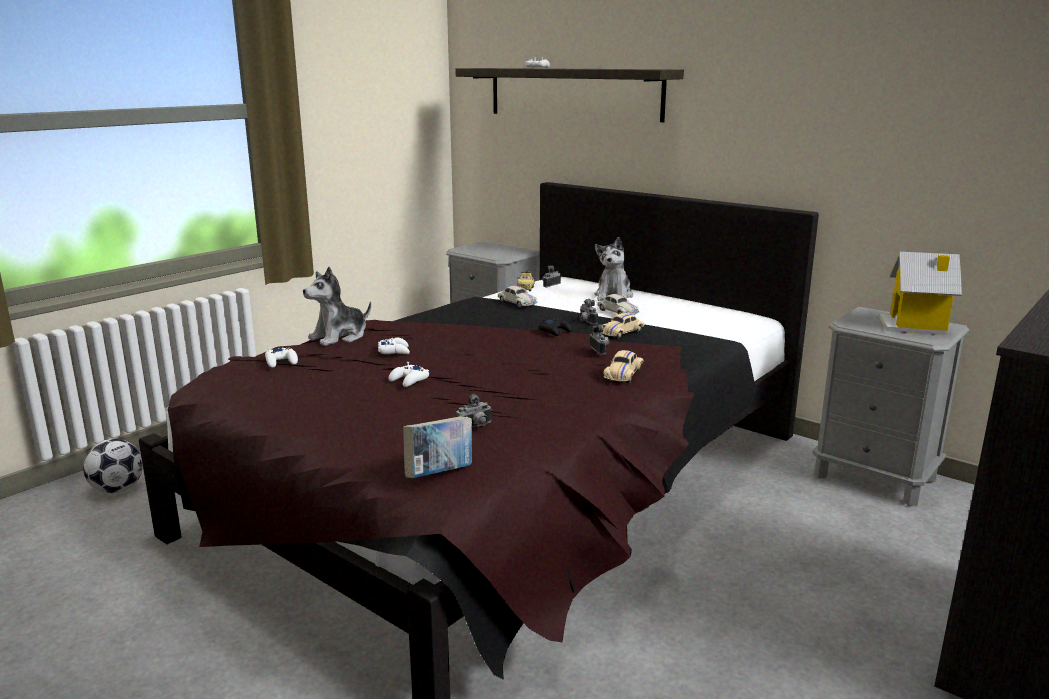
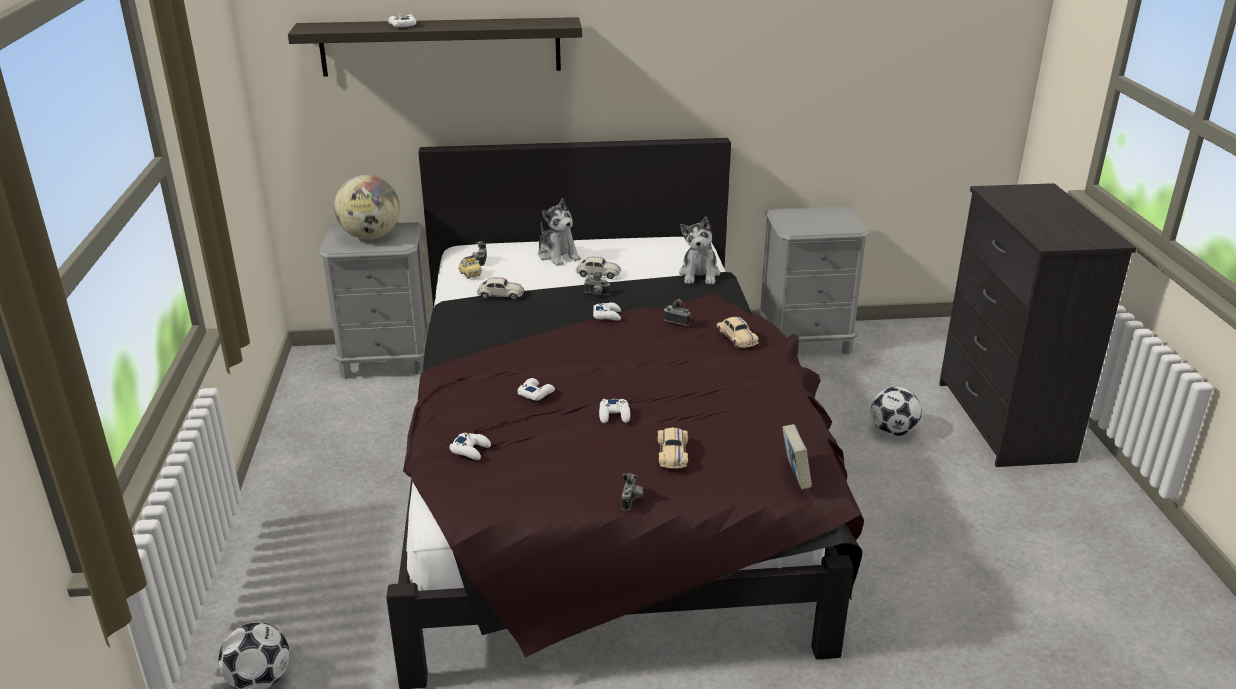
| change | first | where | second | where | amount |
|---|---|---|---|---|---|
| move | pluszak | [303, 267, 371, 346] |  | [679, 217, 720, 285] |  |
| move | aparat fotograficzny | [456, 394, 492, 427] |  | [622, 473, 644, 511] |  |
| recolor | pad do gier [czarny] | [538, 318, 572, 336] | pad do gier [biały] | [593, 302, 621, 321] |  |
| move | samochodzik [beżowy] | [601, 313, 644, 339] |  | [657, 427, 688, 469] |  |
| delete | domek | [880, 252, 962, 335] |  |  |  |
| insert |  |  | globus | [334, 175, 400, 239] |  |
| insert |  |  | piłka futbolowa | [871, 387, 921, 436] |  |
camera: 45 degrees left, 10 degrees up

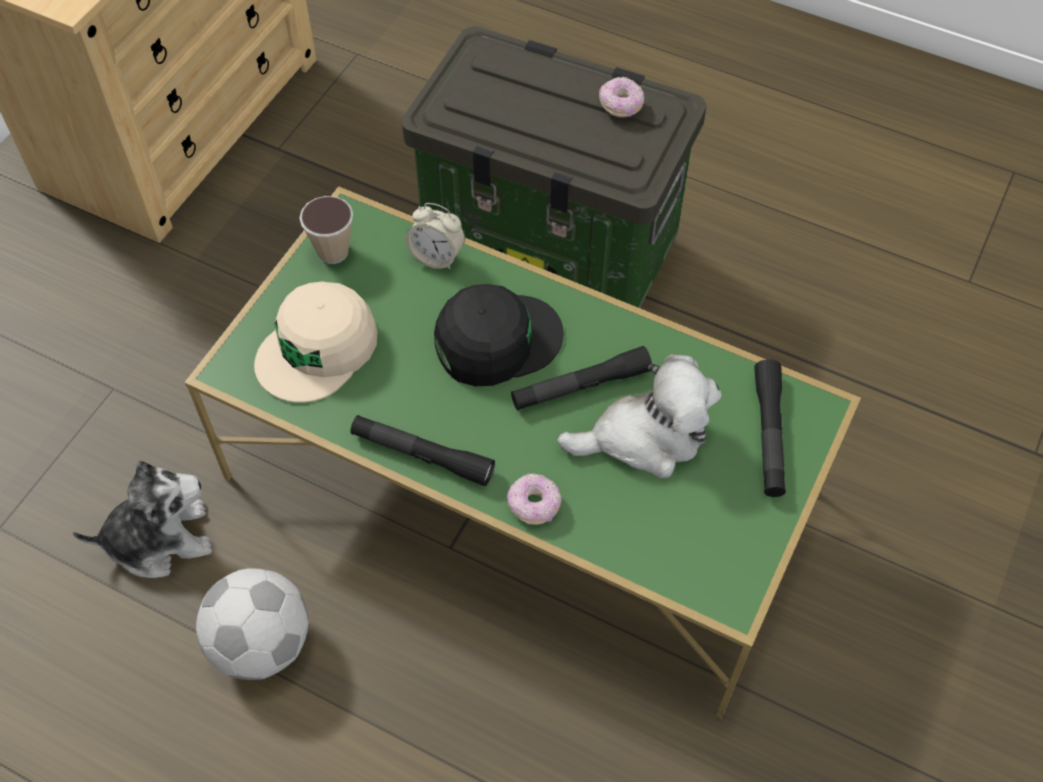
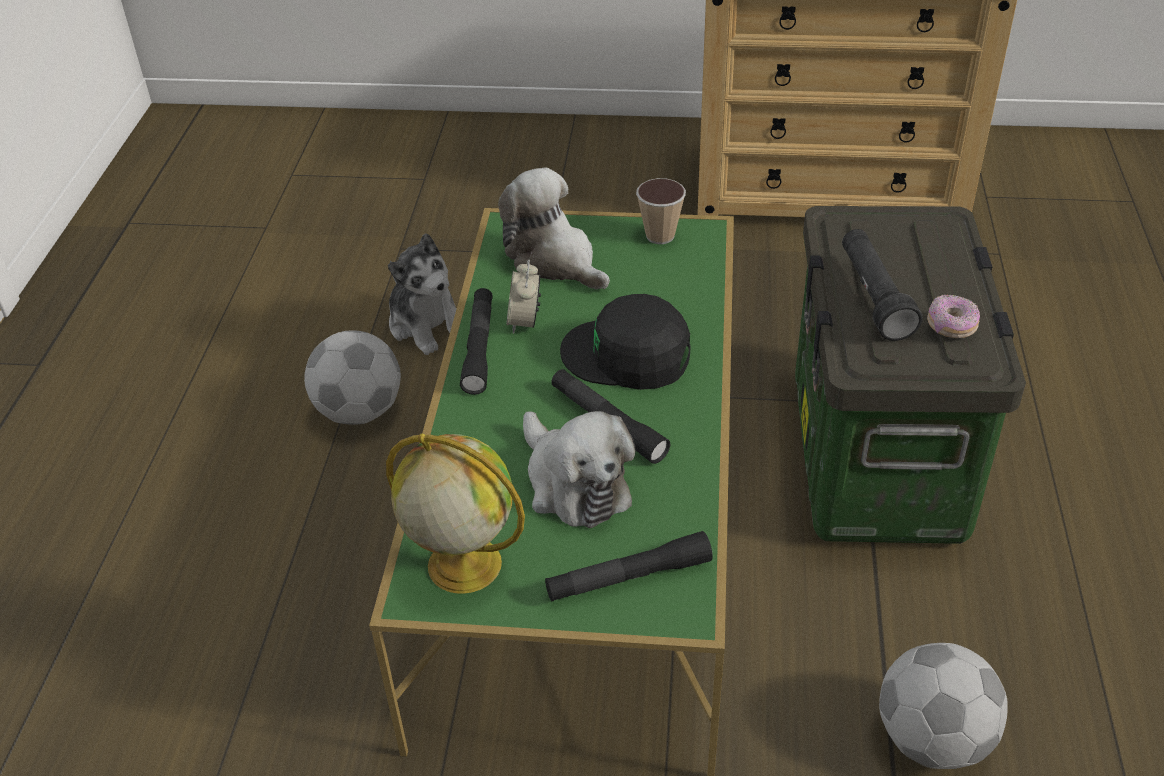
| change | first | where | second | where | amount |
|---|---|---|---|---|---|
| replace | czapka z daszkiem [beżowy] | [254, 281, 378, 403] | pluszak | [498, 167, 610, 290] |  |
| move | budzik | [405, 203, 465, 270] |  | [506, 260, 541, 334] |  |
| rotate | czapka z daszkiem [czarny] | [434, 284, 564, 386] |  | [560, 294, 690, 390] | 150 degrees clockwise |
| delete | donut | [507, 473, 561, 525] |  |  |  |
| insert |  |  | globus | [386, 434, 525, 594] |  |
| insert |  |  | latarka [czarny] | [842, 229, 923, 341] |  |
| insert |  |  | piłka futbolowa | [879, 643, 1008, 769] |  |
camera: 70 degrees right, 15 degrees down

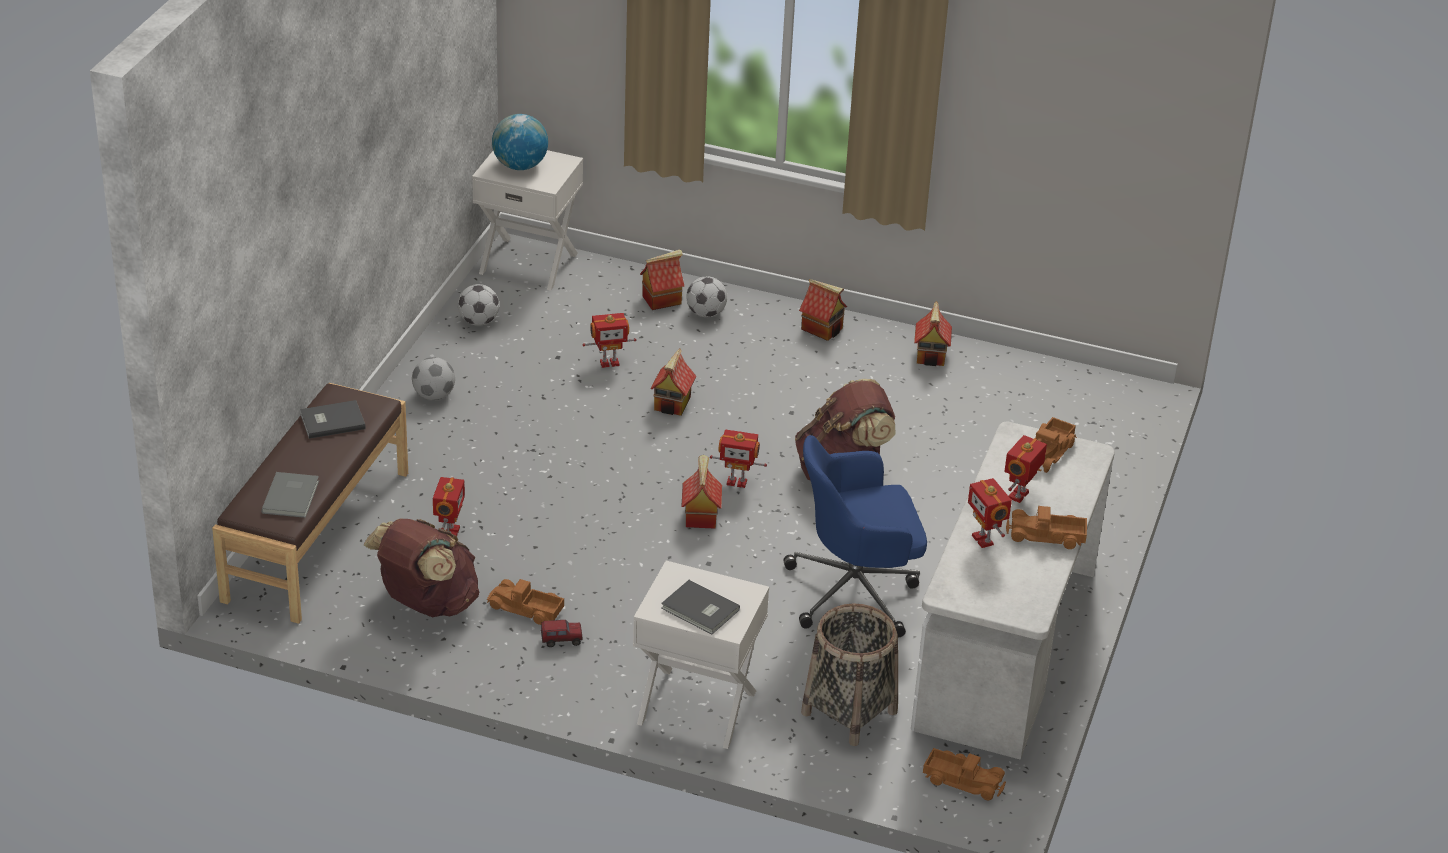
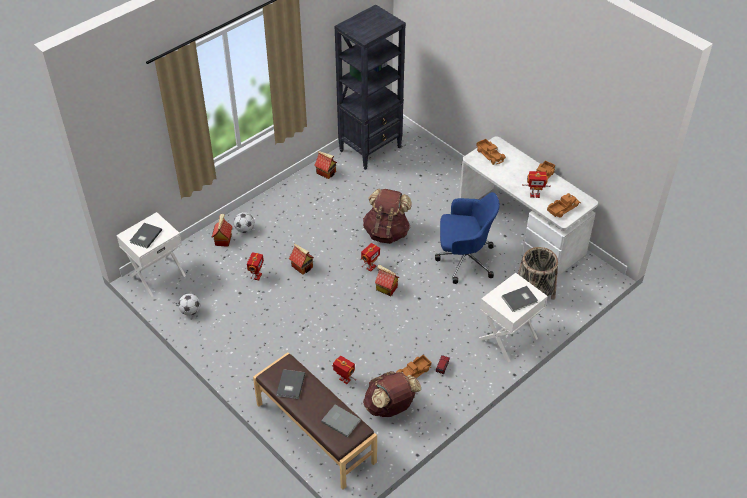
| change | first | where | second | where | amount |
|---|---|---|---|---|---|
| delete | piłka futbolowa | [412, 357, 455, 400] |  |  |  |
| replace | globus | [492, 114, 548, 170] | książka [szary] | [130, 223, 162, 249] |  |
| rotate | krzesło biurowe [niebieski] | [783, 435, 927, 637] |  | [435, 192, 500, 284] | 105 degrees counterclockwise |
| delete | domek | [799, 279, 847, 341] |  |  |  |
| move | ciężarówka zabawkowa | [923, 748, 1006, 800] |  | [547, 193, 581, 217] |  |
| delete | robot zabawkowy | [1004, 435, 1047, 503] |  |  |  |
| insert |  |  | regał [czarny] | [334, 4, 406, 170] |  |
camera: 60 degrees left, 10 degrees up

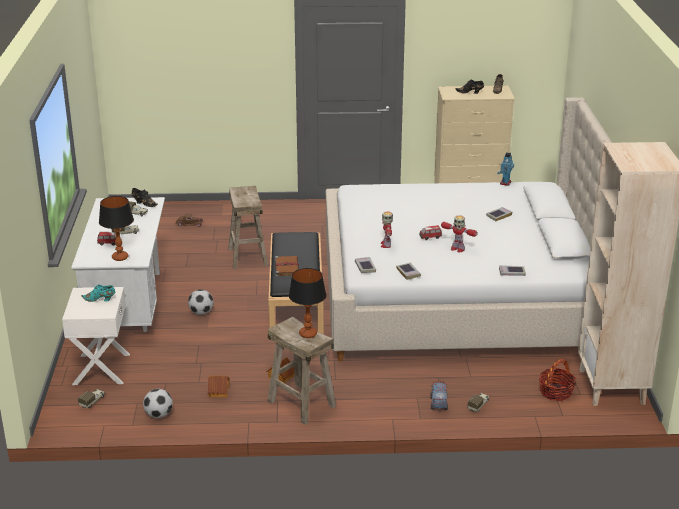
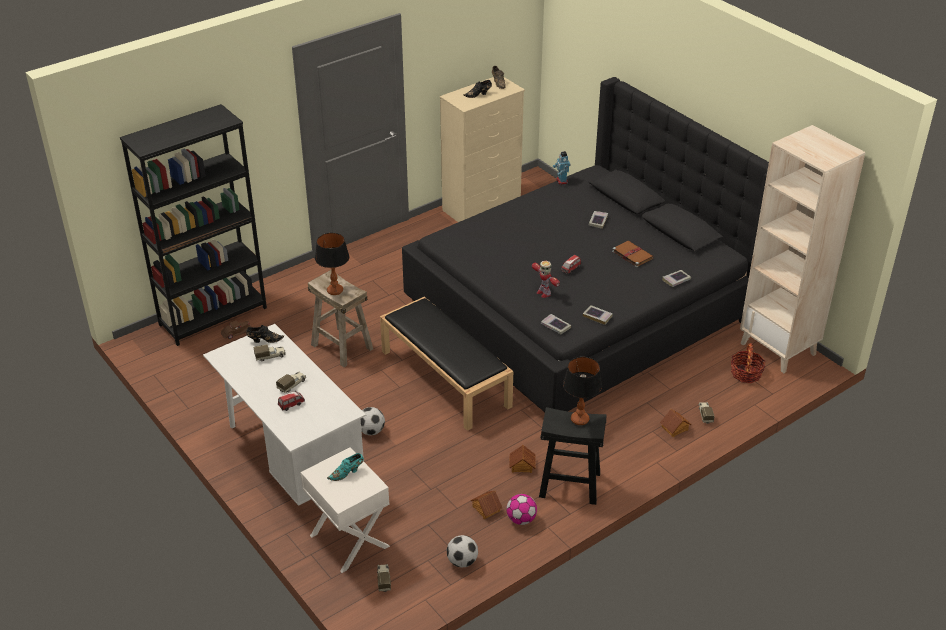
| change | first | where | second | where | amount |
|---|---|---|---|---|---|
| move | lampa stołowa | [99, 196, 134, 261] |  | [315, 233, 349, 295] |  |
| recolor | stołek [beżowy] | [267, 317, 336, 425] | stołek [czarny] | [539, 407, 607, 505] |  |
| move | książka [brązowy] | [275, 256, 299, 277] |  | [612, 241, 654, 268] |  |
| recolor | łóżko [beżowy] | [326, 97, 612, 362] | łóżko [czarny] | [402, 77, 769, 412] |  |
| replace | ciężarówka zabawkowa | [430, 381, 448, 410] | domek | [660, 409, 692, 437] |  |
| delete | robot zabawkowy | [441, 215, 478, 253] |  |  |  |
| insert |  |  | regał [czarny] | [120, 104, 267, 346] |  |
| insert |  |  | piłka futbolowa | [506, 494, 537, 525] |  |
camera: 35 degrees left, 10 degrees up

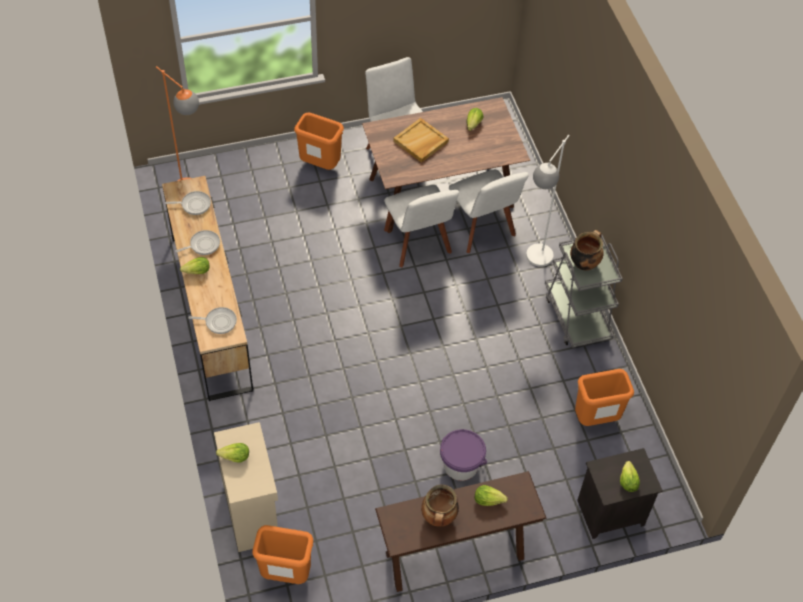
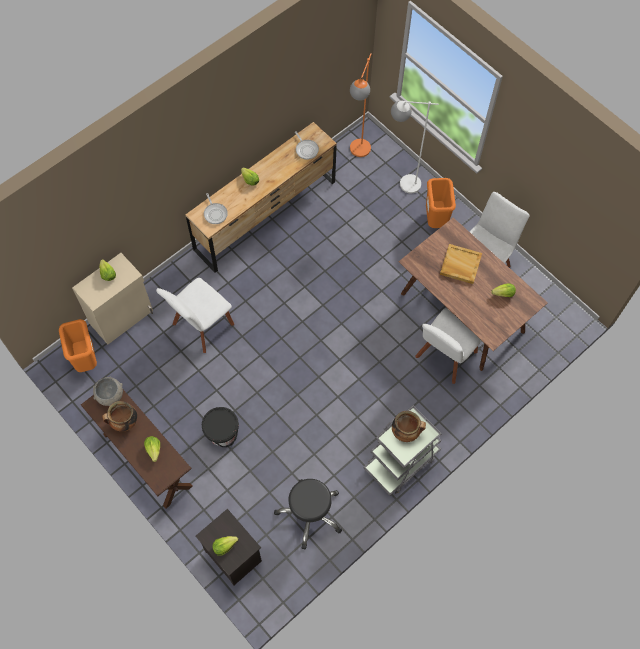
| change | first | where | second | where | amount |
|---|---|---|---|---|---|
| delete | patelnia | [175, 230, 220, 255] |  |  |  |
| move | krzesło [biały] | [384, 185, 459, 267] |  | [156, 278, 234, 353] |  |
| recolor | wiadro [fioletowy] | [440, 429, 487, 481] | wiadro [czarny] | [202, 407, 239, 447] |  |
| move | lampa stojąca [biały] | [526, 135, 570, 267] |  | [391, 101, 439, 193] |  |
| replace | kosz na śmieci [pomarańczowy] | [575, 369, 634, 426] | stołek [czarny] | [274, 479, 342, 549] |  |
| insert |  |  | miska [szary] | [93, 377, 123, 406] |  |
camera: 65 degrees right, 10 degrees up

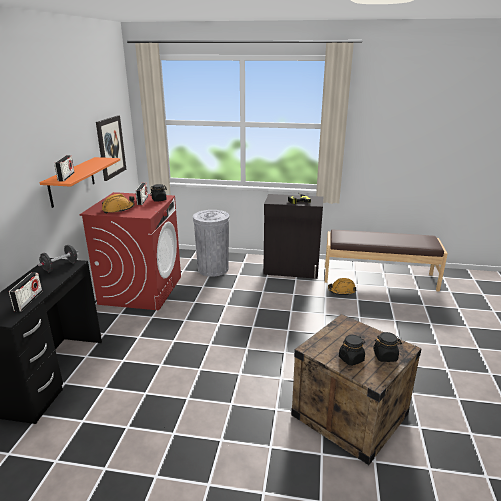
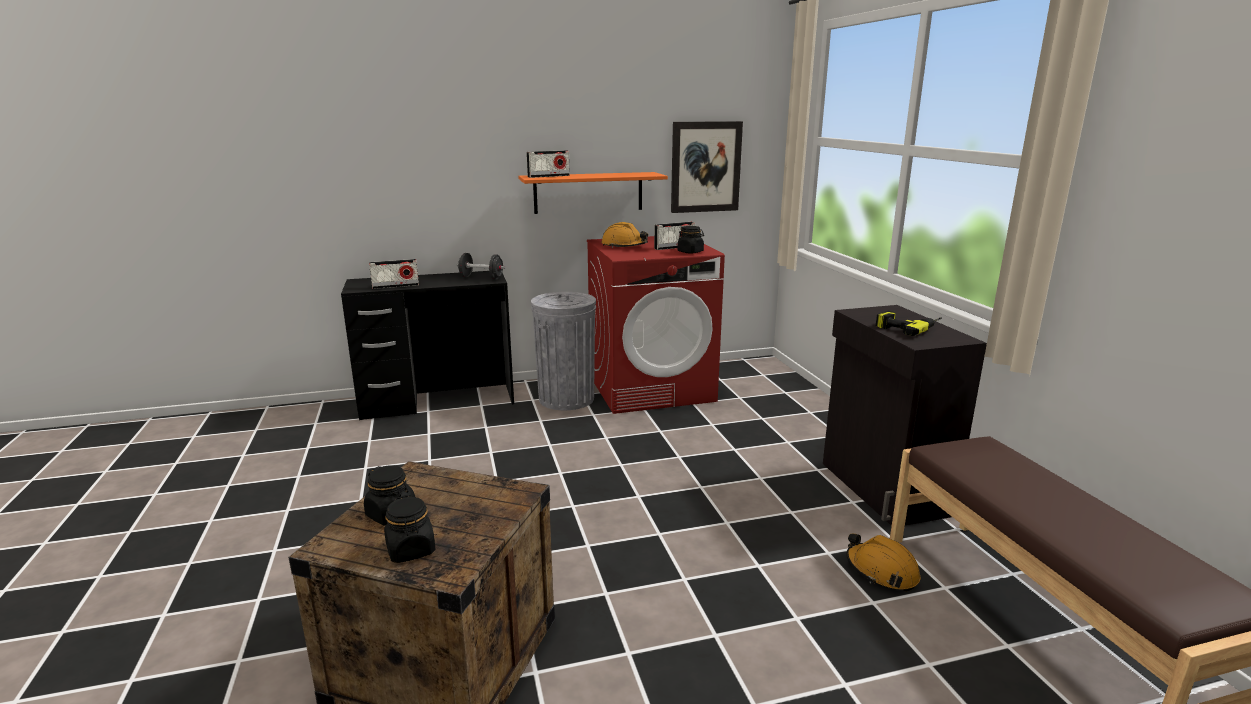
| change | first | where | second | where | amount |
|---|---|---|---|---|---|
| move | kosz na śmieci [szary] | [193, 210, 229, 277] |  | [531, 292, 596, 410] |  |
camera: 65 degrees right, 5 degrees down

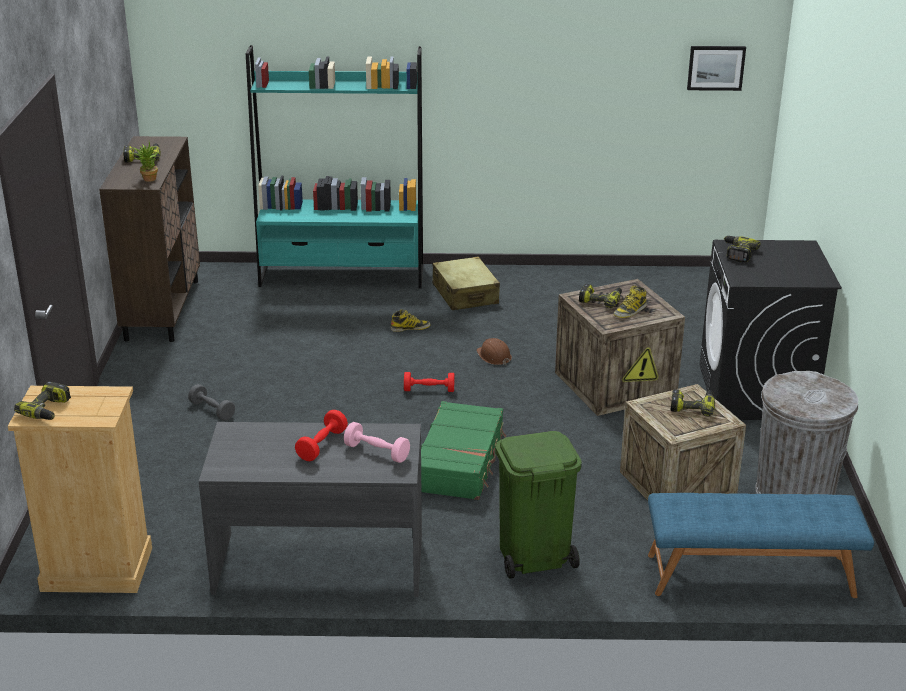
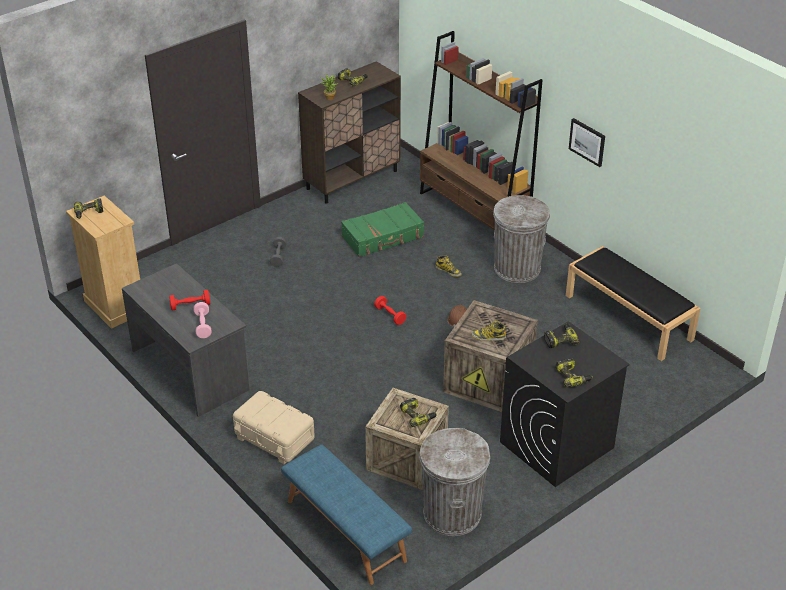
| change | first | where | second | where | amount |
|---|---|---|---|---|---|
| recolor | regał [turkusowy] | [246, 45, 423, 288] | regał [brązowy] | [420, 31, 542, 230] |  |
| move | walizka [zielony] | [421, 401, 506, 500] |  | [341, 202, 424, 257] |  |
| replace | walizka [beżowy] | [432, 256, 500, 310] | kosz na śmieci [szary] | [493, 195, 550, 283] |  |
| replace | kosz na śmieci [zielony] | [495, 431, 582, 579] | pojemnik do przechowywania [beżowy] | [233, 391, 315, 465] |  |
| move | wiertarka | [579, 284, 622, 308] |  | [556, 358, 593, 387] |  |
| move | obraz | [687, 46, 746, 91] |  | [569, 118, 605, 167] |  |
| insert |  |  | ławka [czarny] | [566, 246, 701, 361] |  |
camera: 50 degrees right, 10 degrees up

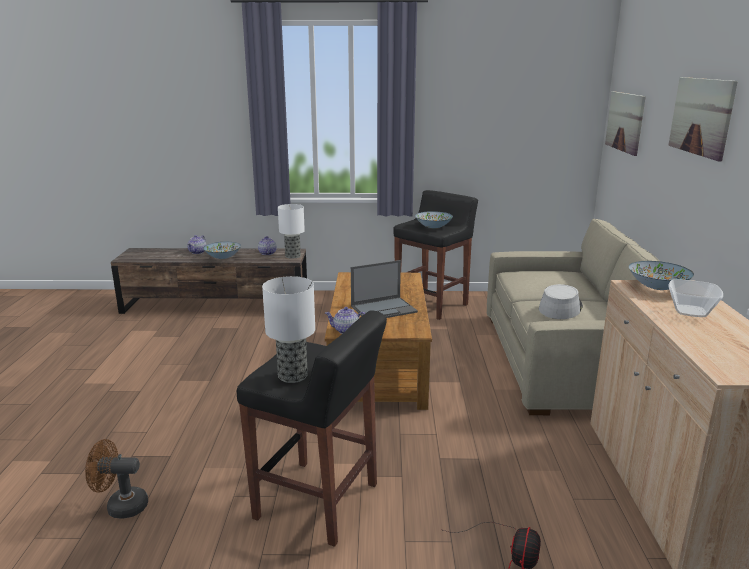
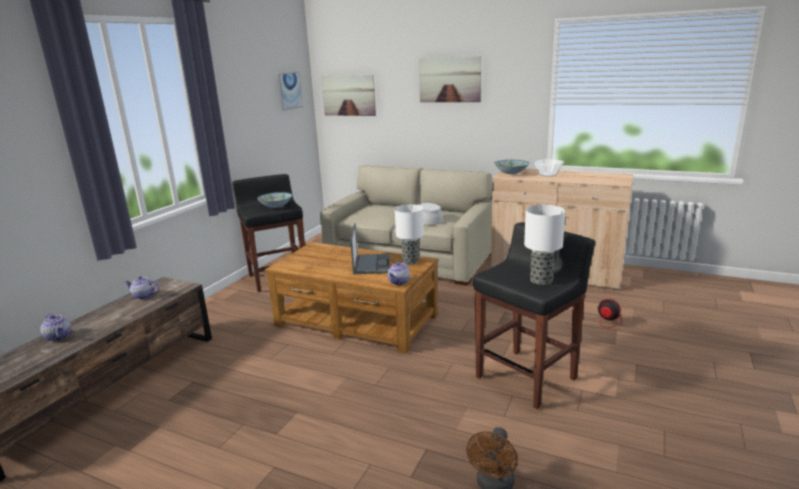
| change | first | where | second | where | amount |
|---|---|---|---|---|---|
| delete | miska | [203, 242, 241, 259] |  |  |  |
| move | lampa stołowa | [278, 204, 305, 259] |  | [395, 204, 424, 265] |  |
| insert |  |  | obraz | [277, 72, 303, 111] |  |
camera: 65 degrees left, 0 degrees up

